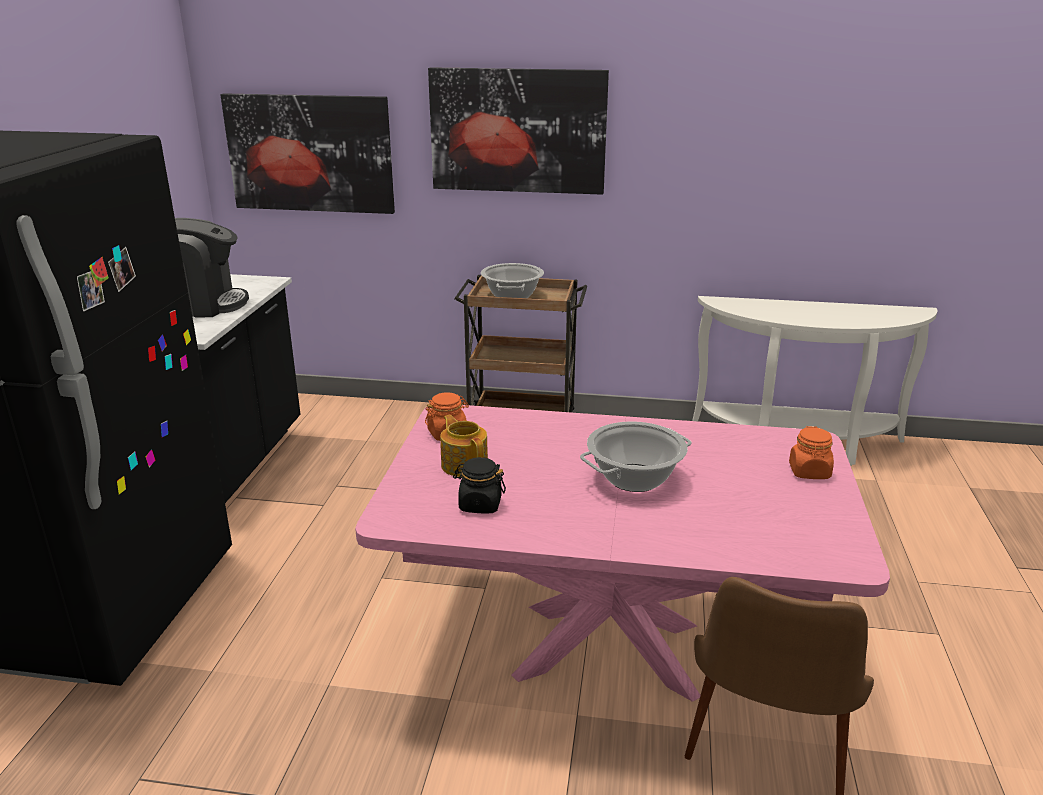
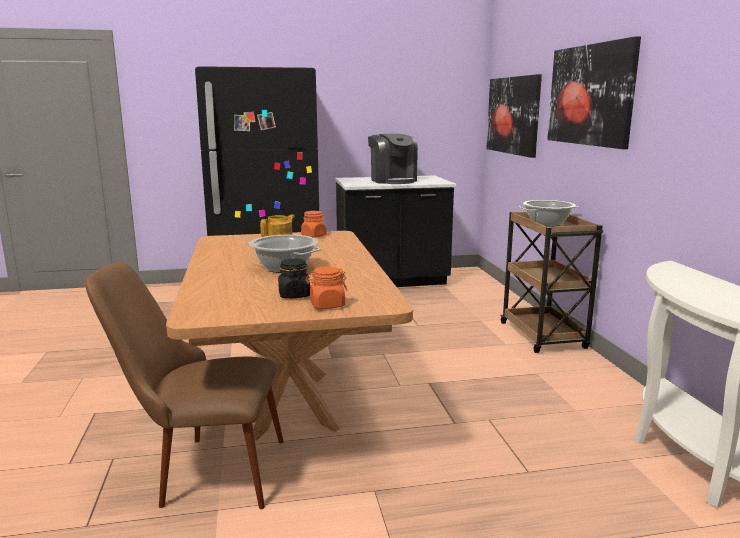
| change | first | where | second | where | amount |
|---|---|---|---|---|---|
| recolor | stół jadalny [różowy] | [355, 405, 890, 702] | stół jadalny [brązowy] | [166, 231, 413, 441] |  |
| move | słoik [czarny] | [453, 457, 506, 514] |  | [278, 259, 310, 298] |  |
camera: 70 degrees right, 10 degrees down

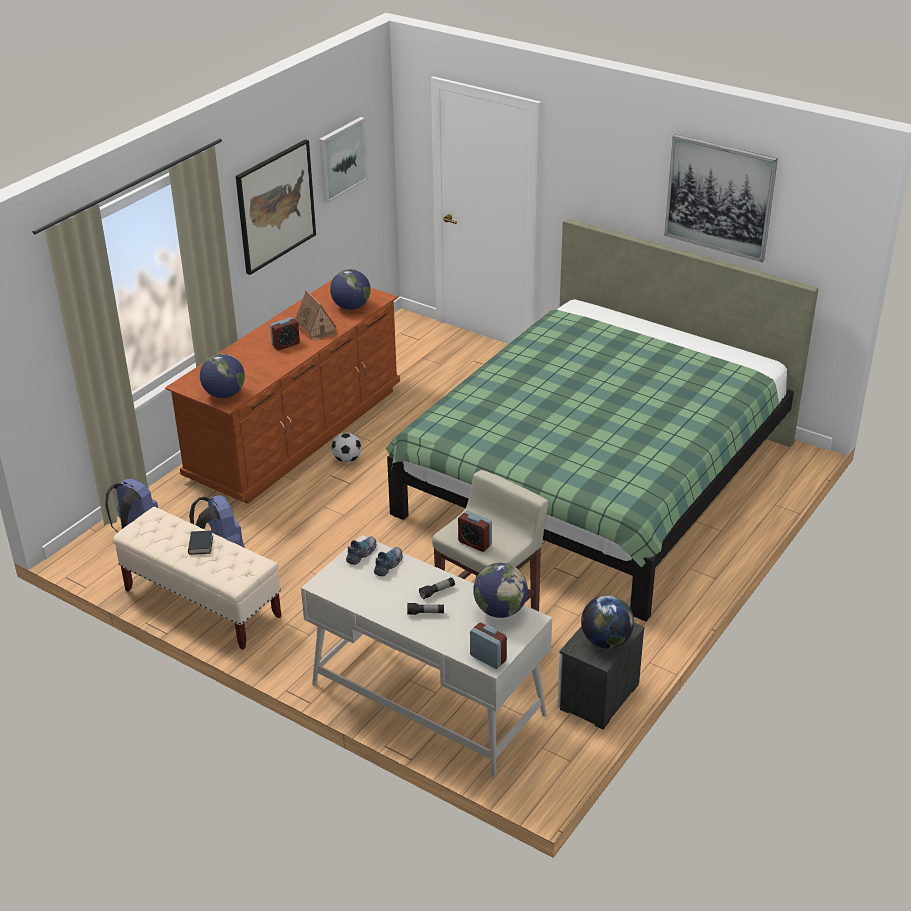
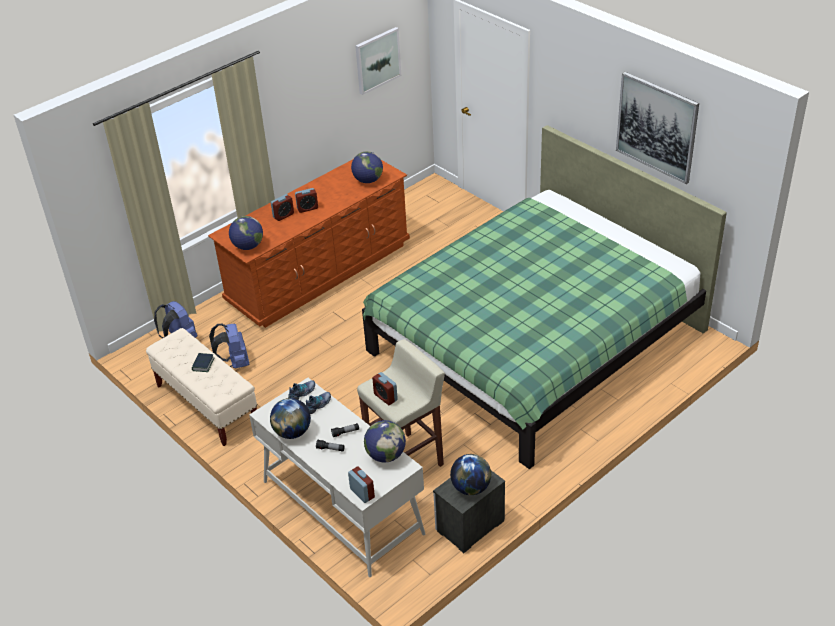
| change | first | where | second | where | amount |
|---|---|---|---|---|---|
| delete | obraz | [236, 139, 316, 275] |  |  |  |
| delete | domek | [295, 290, 338, 340] |  |  |  |
| delete | piłka futbolowa | [331, 432, 362, 463] |  |  |  |
| insert |  |  | globus | [270, 398, 311, 439] |  |
| insert |  |  | budzik | [271, 194, 294, 221] |  |
camera: 15 degrees right, 5 degrees up

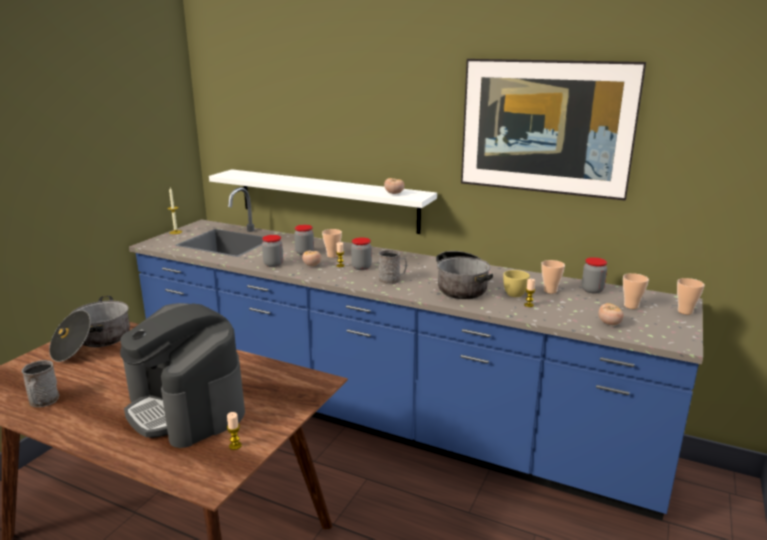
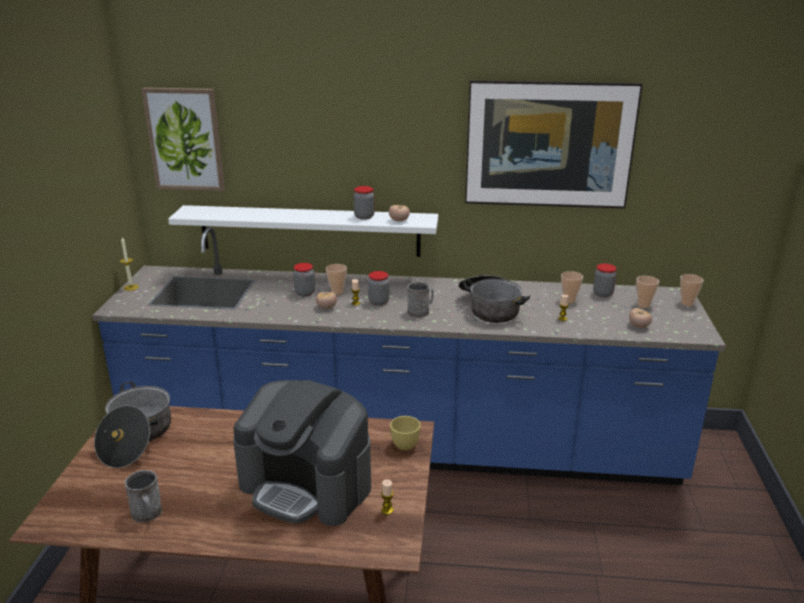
| change | first | where | second | where | amount |
|---|---|---|---|---|---|
| move | słoik | [262, 235, 283, 267] |  | [353, 186, 374, 220] |  |
| move | filiżanka [żółty] | [503, 270, 530, 297] |  | [390, 416, 421, 450] |  |
| insert |  |  | obraz | [141, 87, 225, 191] |  |
camera: 20 degrees left, 5 degrees up

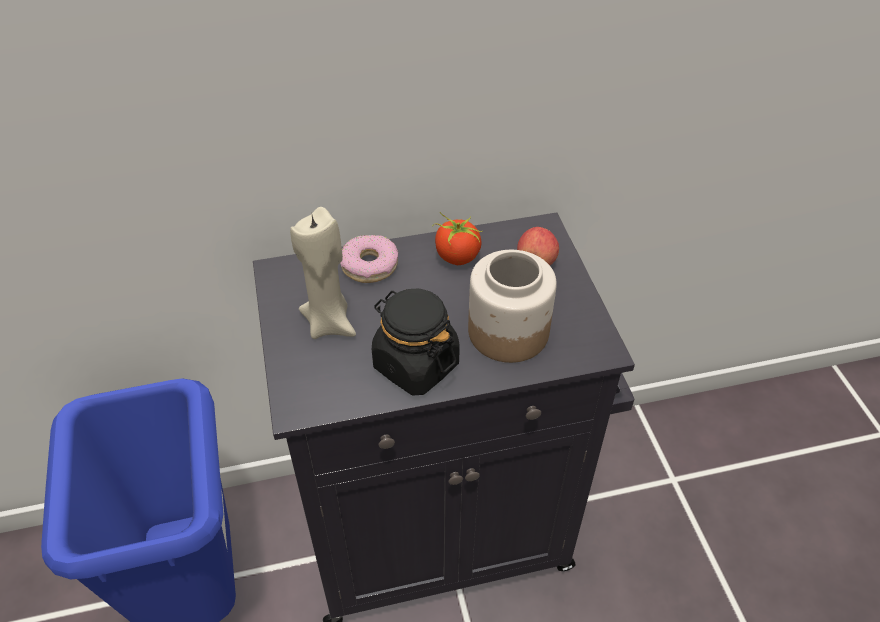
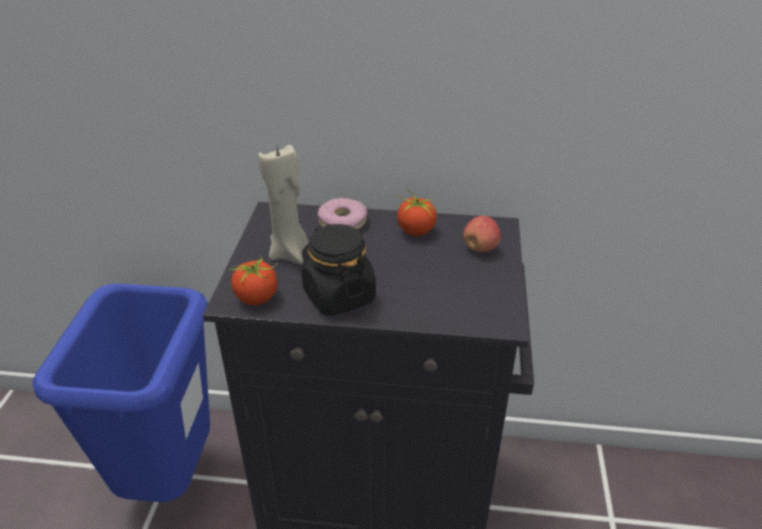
| change | first | where | second | where | amount |
|---|---|---|---|---|---|
| delete | słoik | [468, 250, 557, 363] |  |  |  |
| insert |  |  | pomidor | [229, 256, 278, 305] |  |
camera: 20 degrees right, 10 degrees down

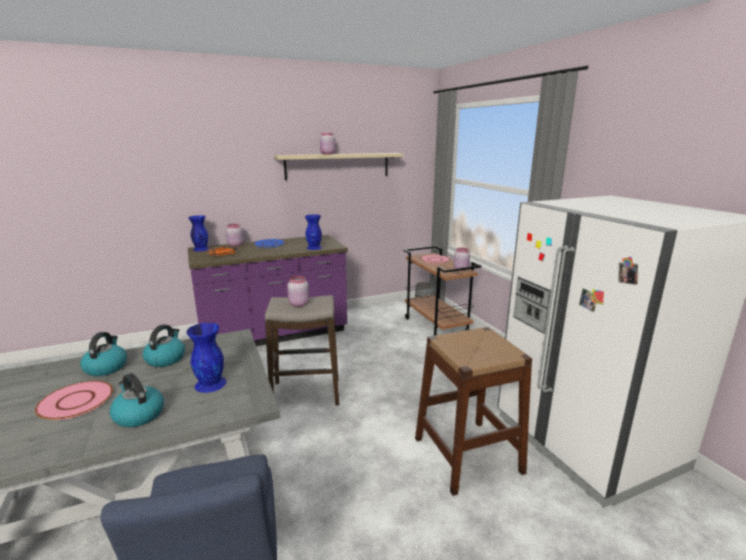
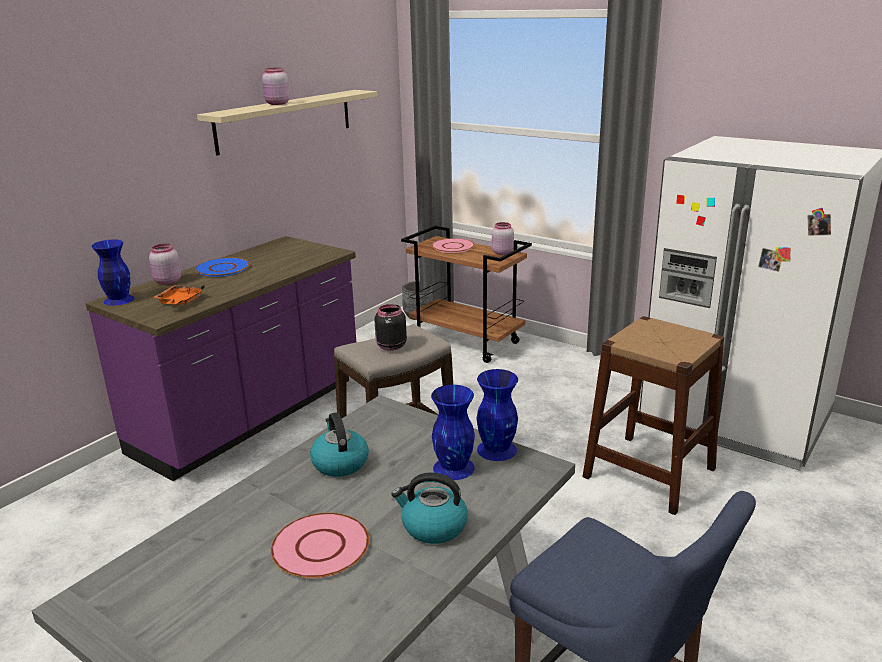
| change | first | where | second | where | amount |
|---|---|---|---|---|---|
| delete | czajnik | [80, 332, 127, 376] |  |  |  |
| recolor | słoik [różowy] | [287, 276, 309, 307] | słoik [czarny] | [375, 304, 407, 351] |  |
| move | wazon [niebieski] | [305, 215, 322, 250] |  | [476, 369, 518, 461] |  |
camera: 30 degrees left, 5 degrees up

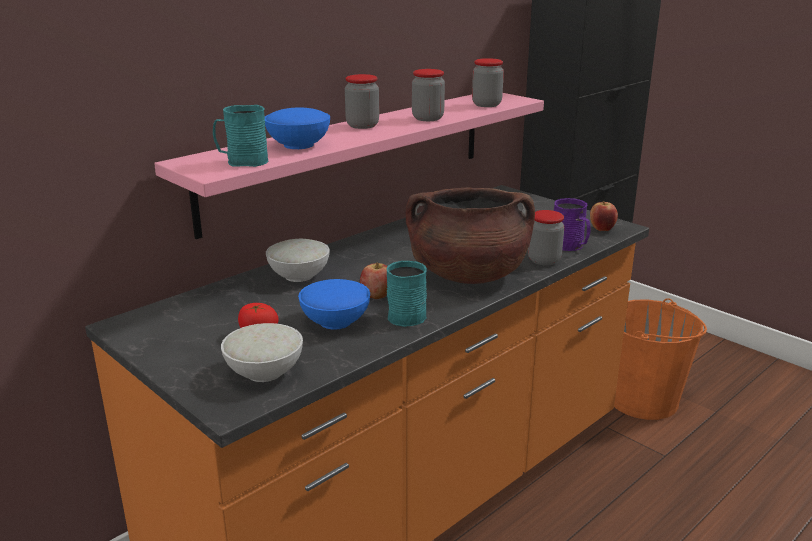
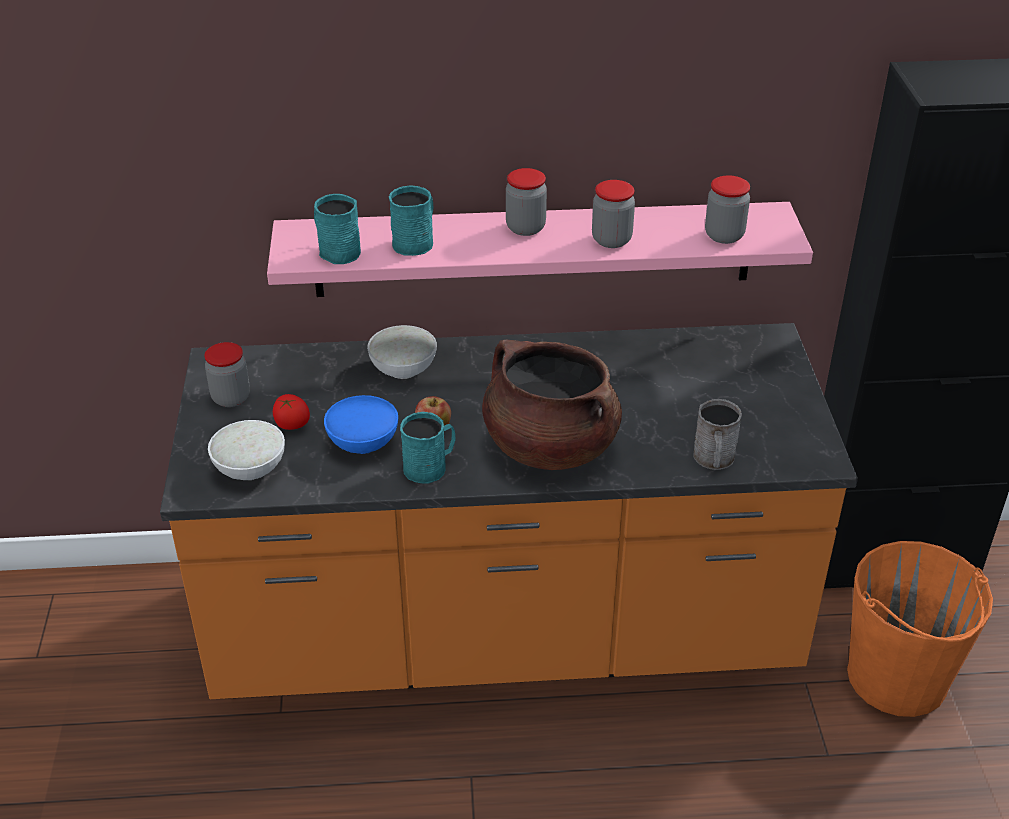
| change | first | where | second | where | amount |
|---|---|---|---|---|---|
| replace | miska [niebieski] | [265, 108, 330, 149] | kubek [turkusowy] | [389, 185, 433, 256] |  |
| move | słoik | [528, 210, 564, 265] |  | [205, 342, 250, 407] |  |
| recolor | kubek [fioletowy] | [554, 198, 591, 251] | kubek [szary] | [694, 399, 742, 470] |  |
| delete | jabłko | [590, 201, 618, 231] |  |  |  |
camera: 40 degrees right, 15 degrees up

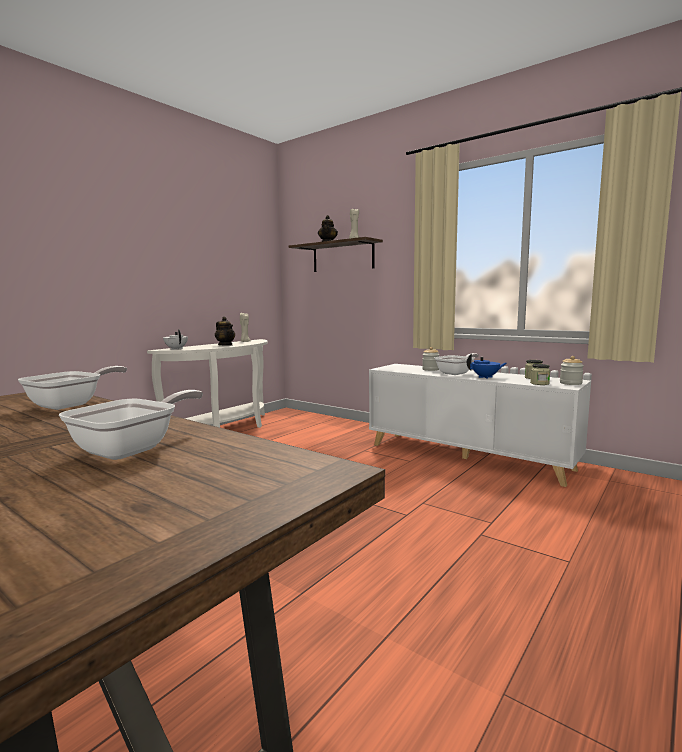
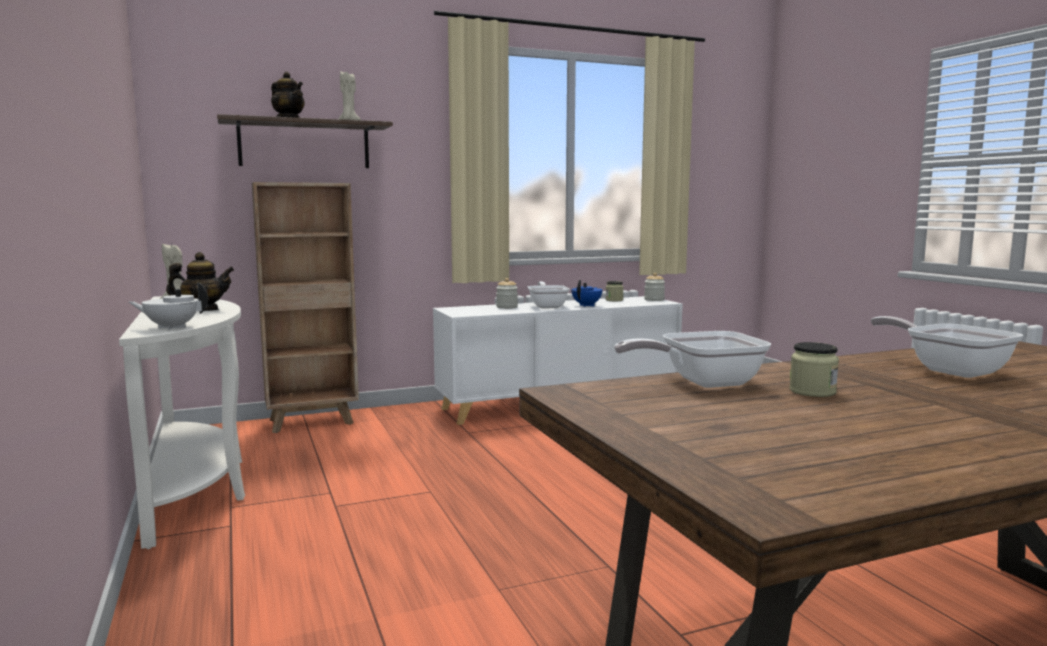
| change | first | where | second | where | amount |
|---|---|---|---|---|---|
| rotate | patelnia | [18, 366, 127, 410] |  | [614, 331, 771, 388] | 75 degrees counterclockwise |
| move | słoik | [530, 364, 550, 385] |  | [789, 342, 839, 397] |  |
| insert |  |  | regał [brązowy] | [252, 182, 359, 433] |  |
camera: 60 degrees left, 0 degrees up

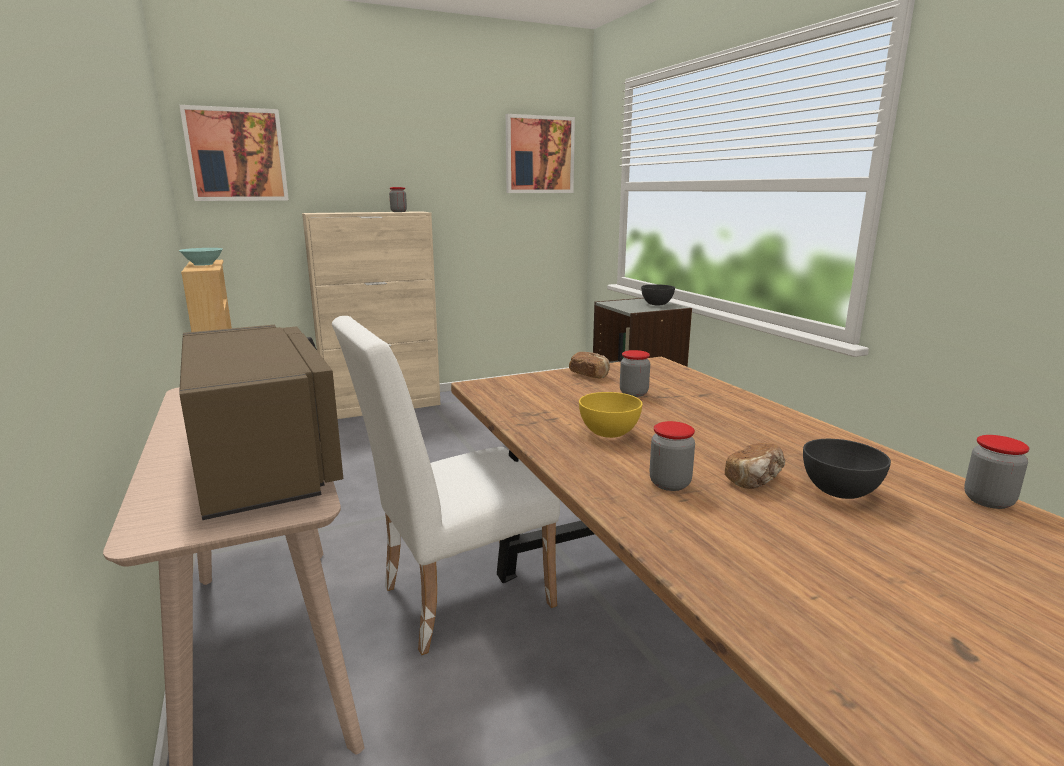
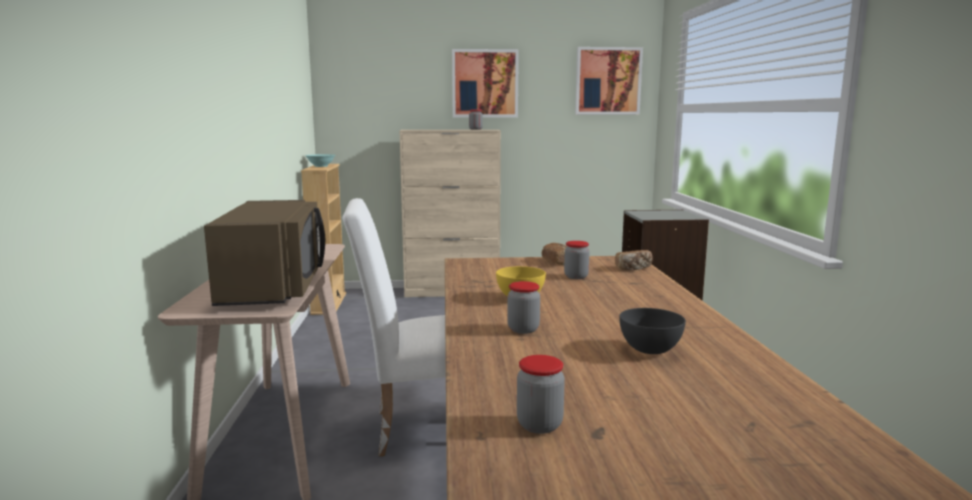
| change | first | where | second | where | amount |
|---|---|---|---|---|---|
| move | obraz | [179, 105, 289, 201] |  | [452, 49, 519, 118] |  |
| delete | miska [szary] | [641, 284, 675, 305] |  |  |  |
| move | chleb | [725, 443, 785, 489] |  | [615, 250, 653, 270] |  |
| move | słoik | [964, 435, 1030, 509] |  | [517, 355, 565, 434] |  |
camera: 20 degrees right, 5 degrees down

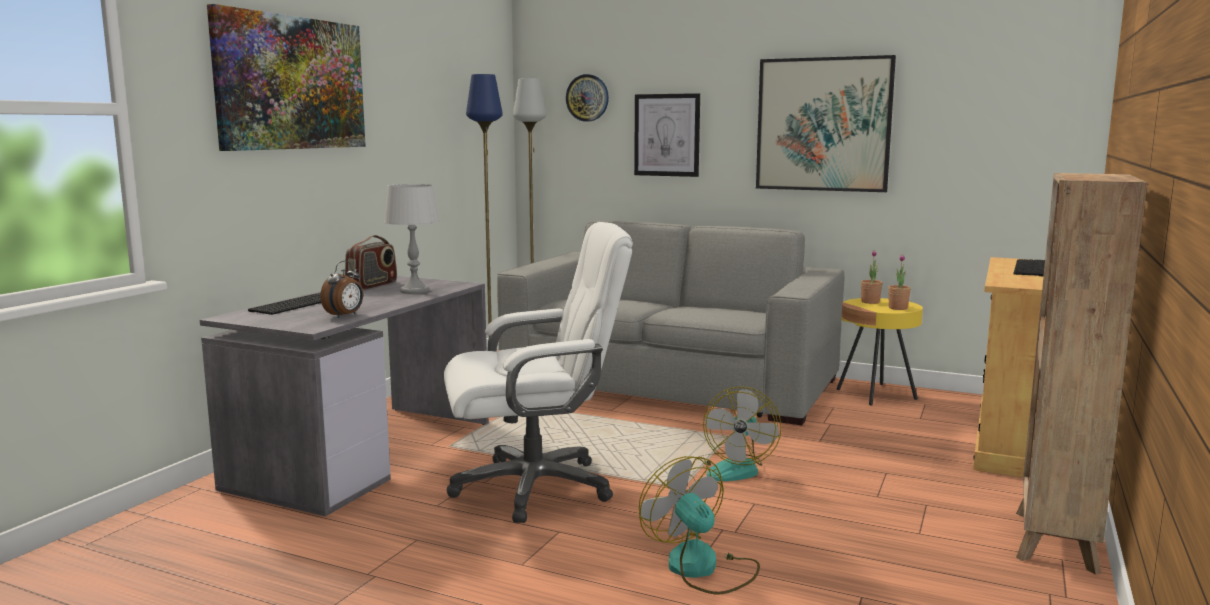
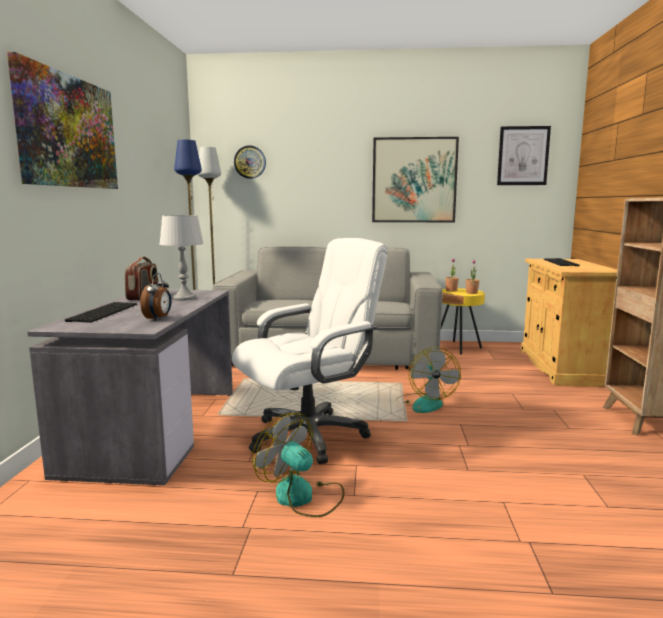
| change | first | where | second | where | amount |
|---|---|---|---|---|---|
| move | obraz | [634, 93, 700, 177] |  | [497, 126, 551, 185] |  |
| move | wentylator | [639, 456, 760, 595] |  | [252, 413, 344, 517] |  |
camera: 20 degrees left, 0 degrees up

